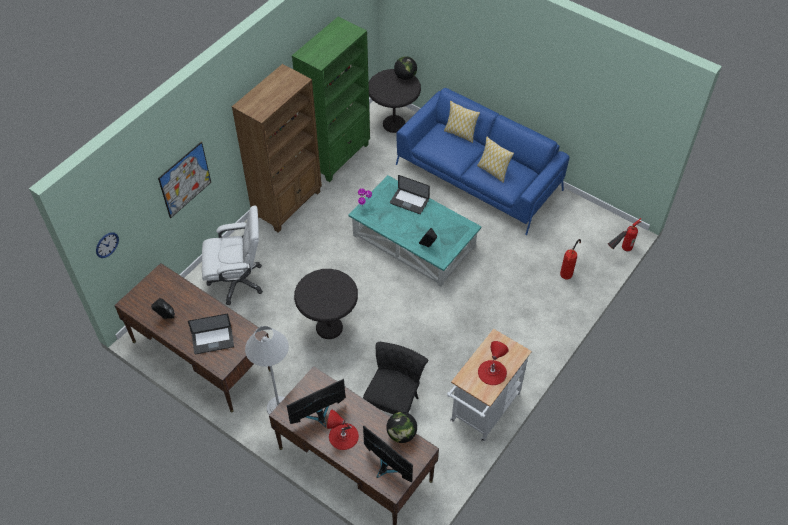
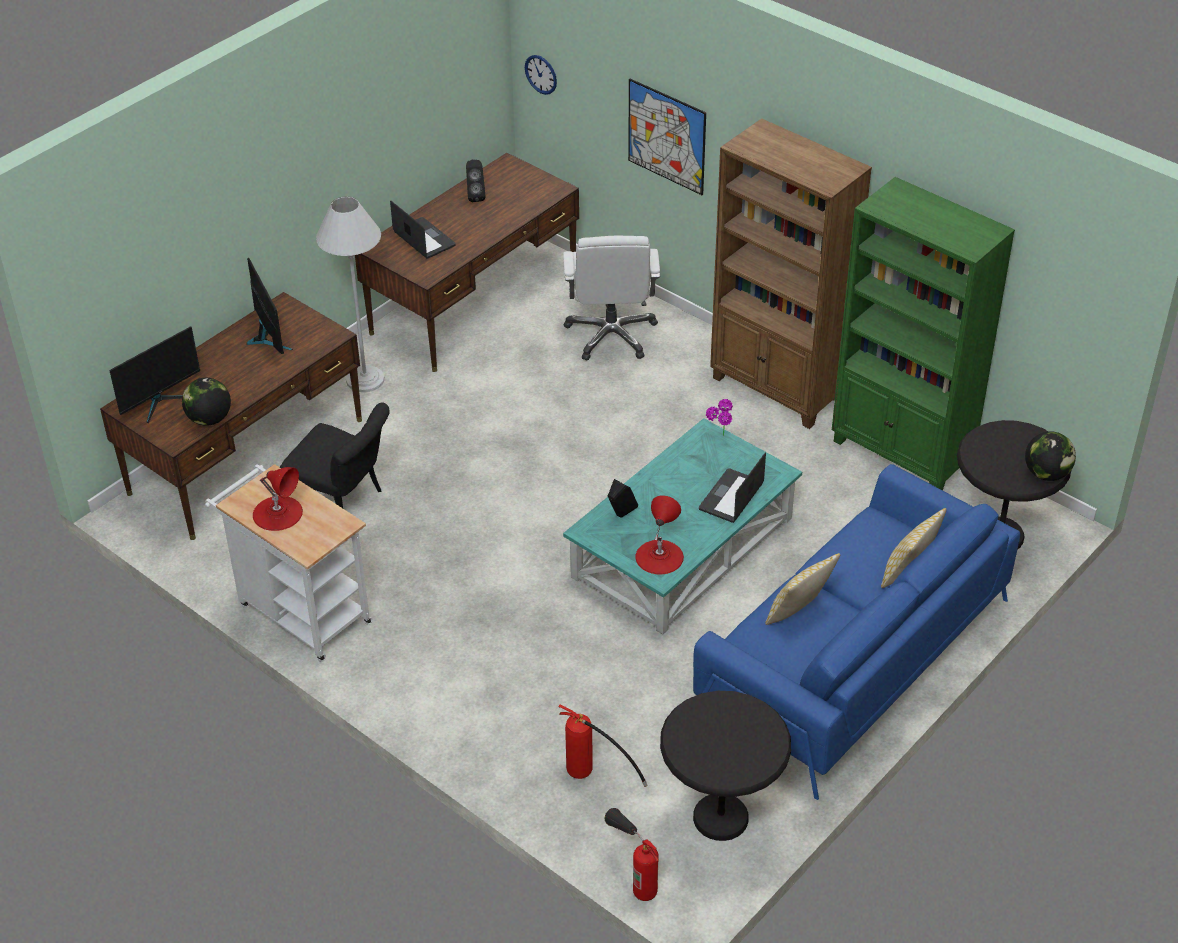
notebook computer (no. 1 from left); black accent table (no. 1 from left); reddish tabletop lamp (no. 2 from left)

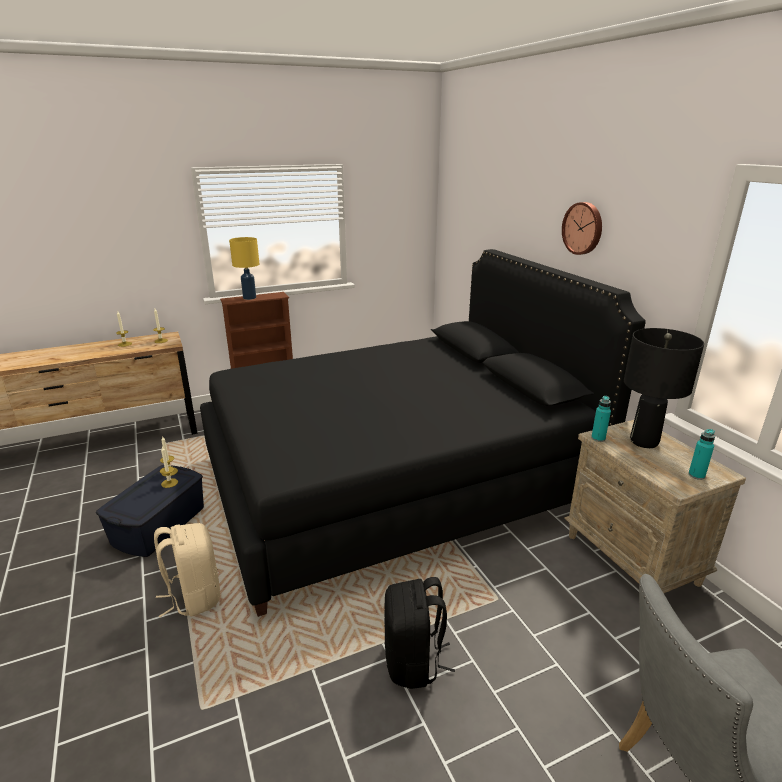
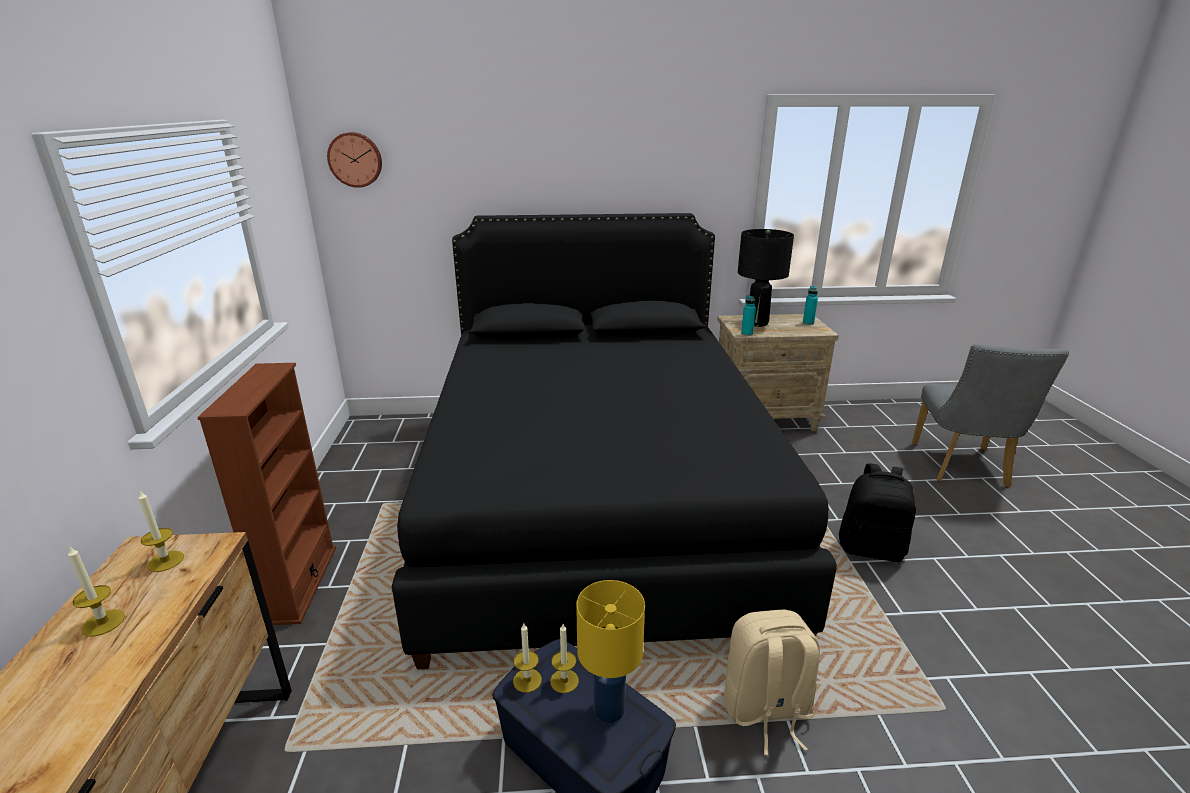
yellowish tabletop lamp; clock on the wall

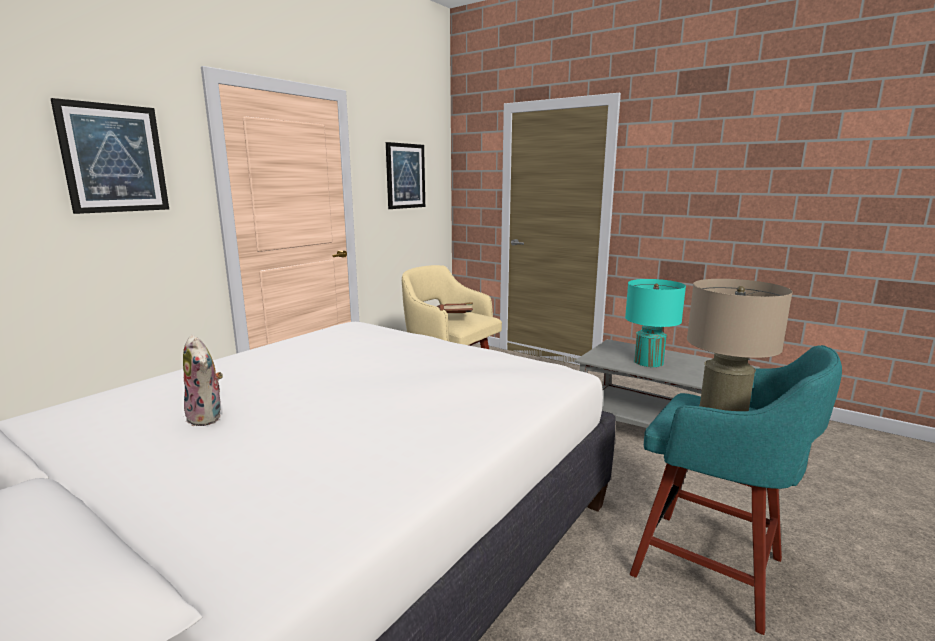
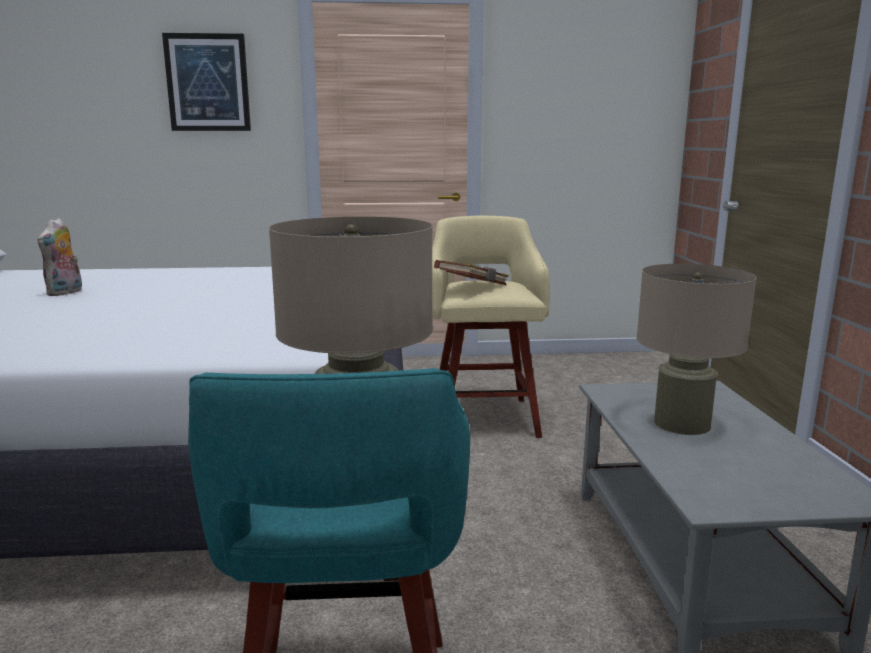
wall art (no. 2 from left in the first image); beige tabletop lamp (no. 2 from left)

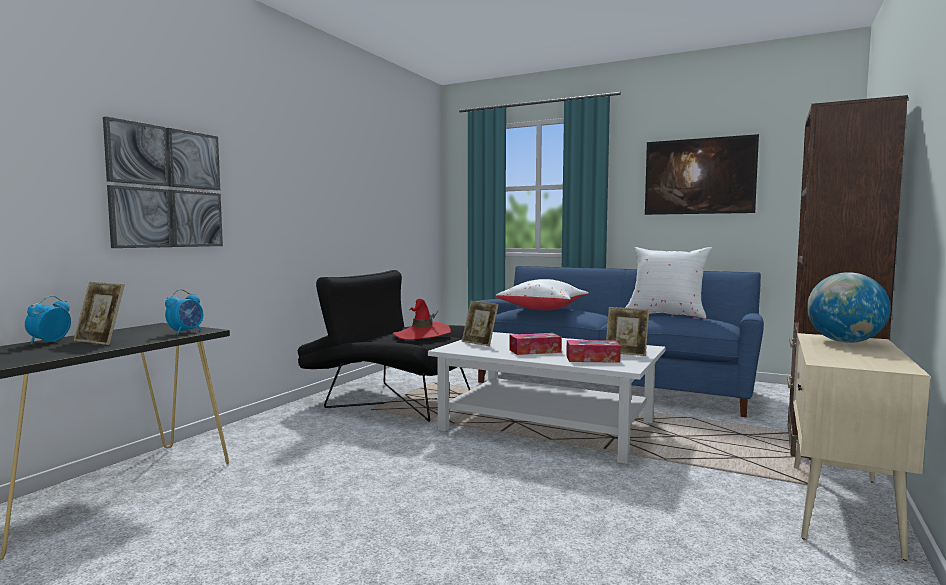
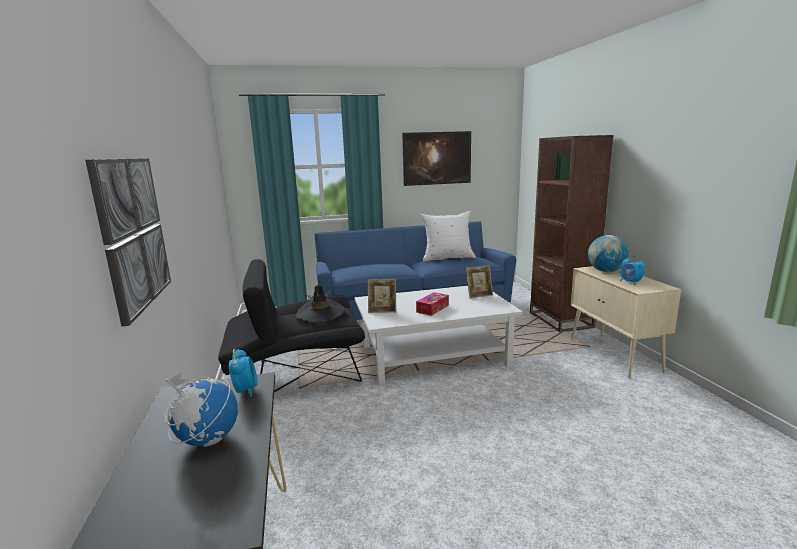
alarm clock (no. 2 from left); world globe (no. 1 from left); black wearable hat; whitish throw pillow (no. 1 from left in the first image); tissue box (no. 2 from left in the first image)

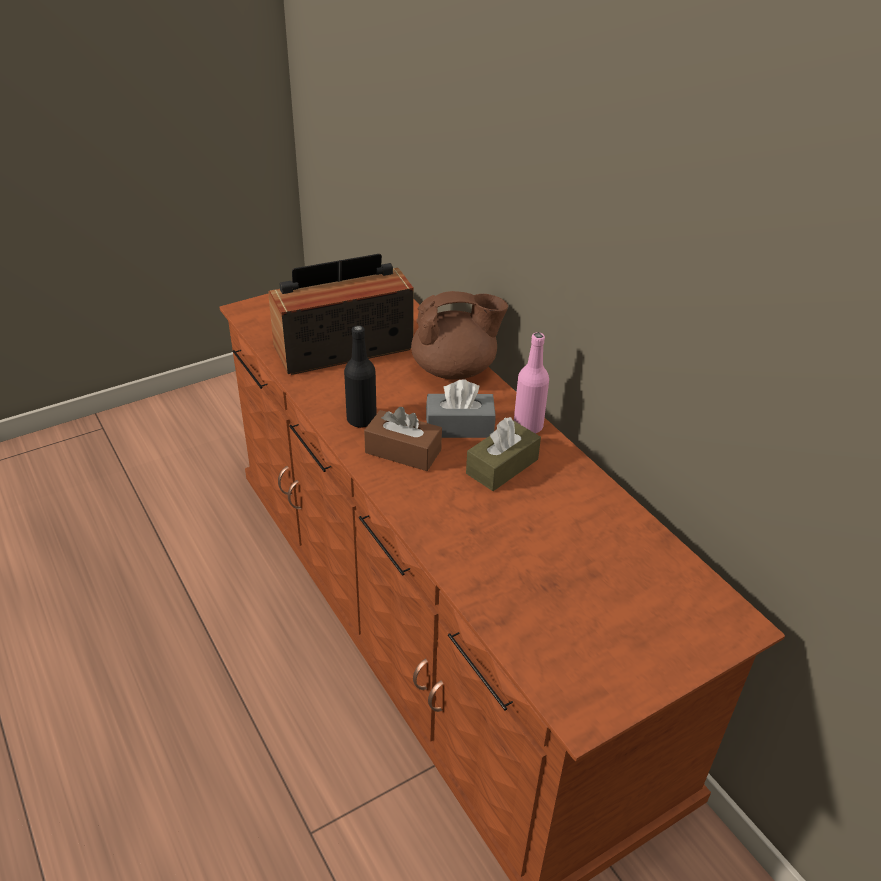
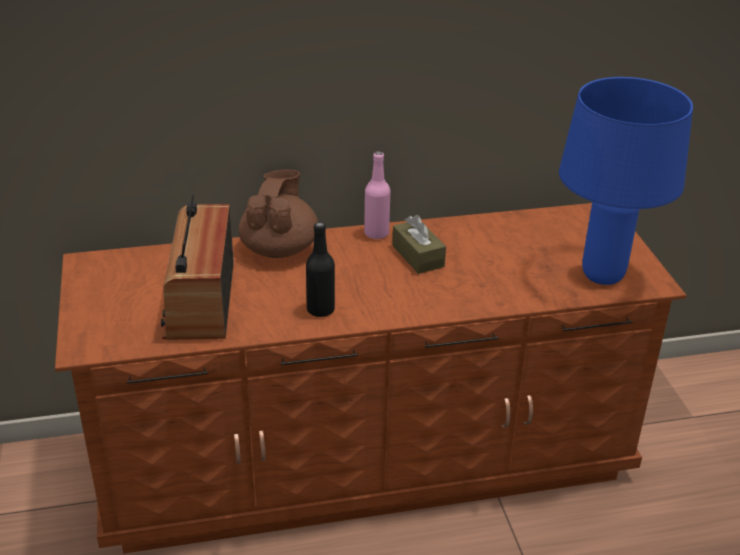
brown tissue box (no. 1 from left in the first image); gray tissue box; blue tabletop lamp

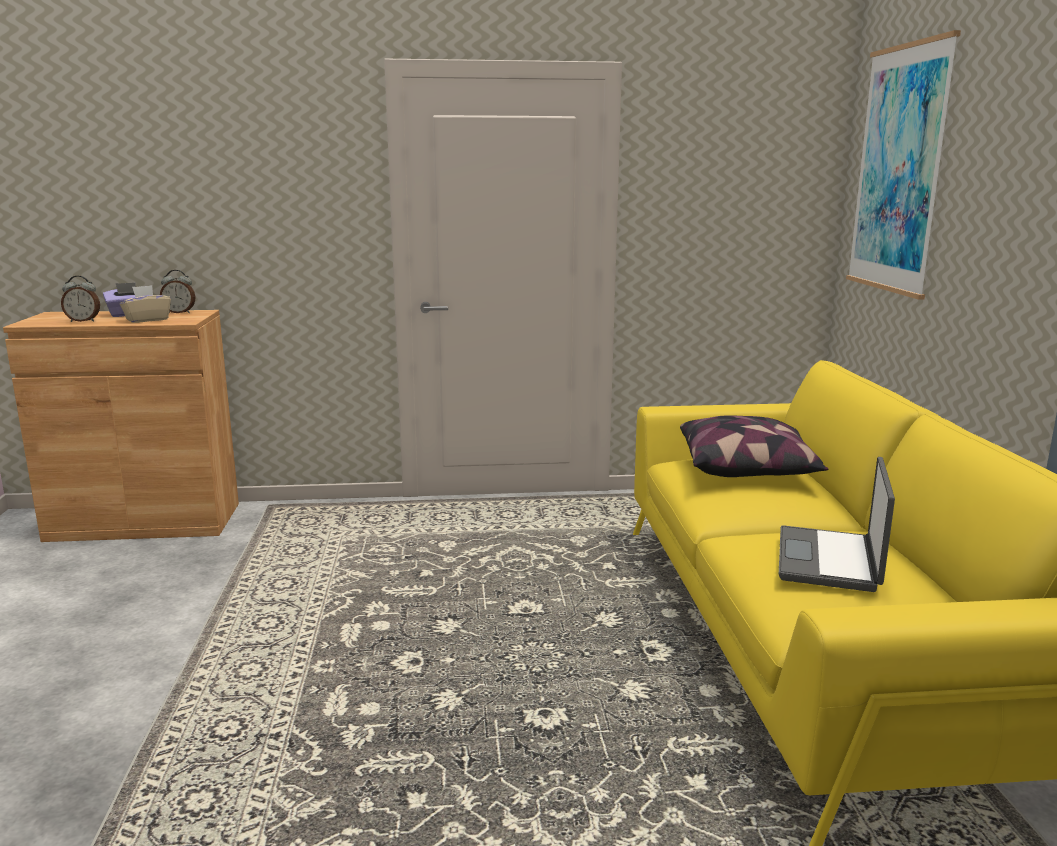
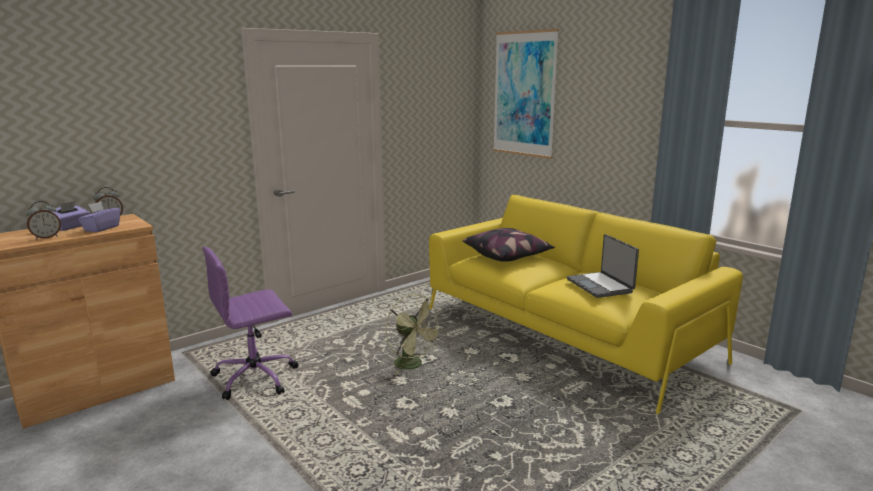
purple tissue box (no. 2 from left); purple computer chair; green fan

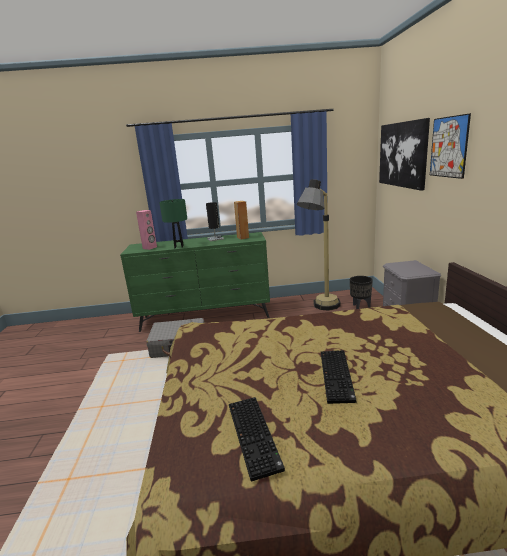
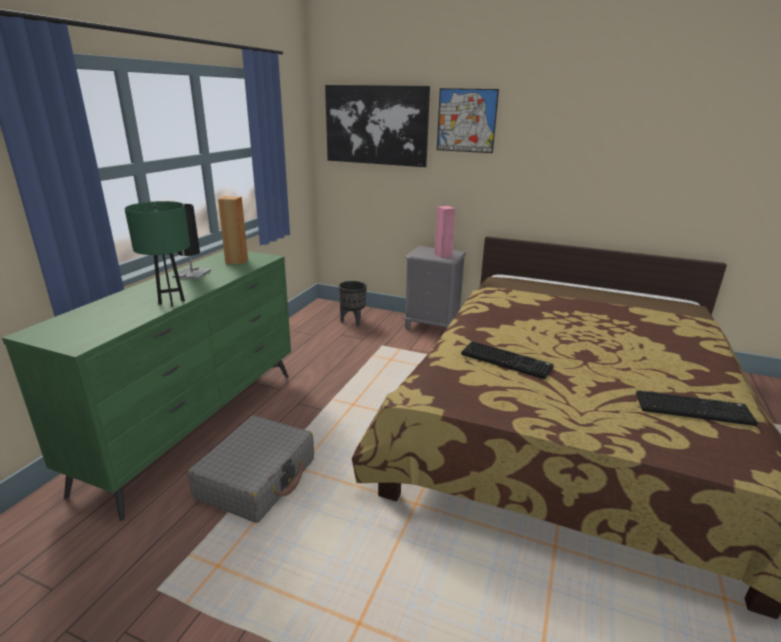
pink audio speaker; standard lamp; keyboard (no. 1 from left)

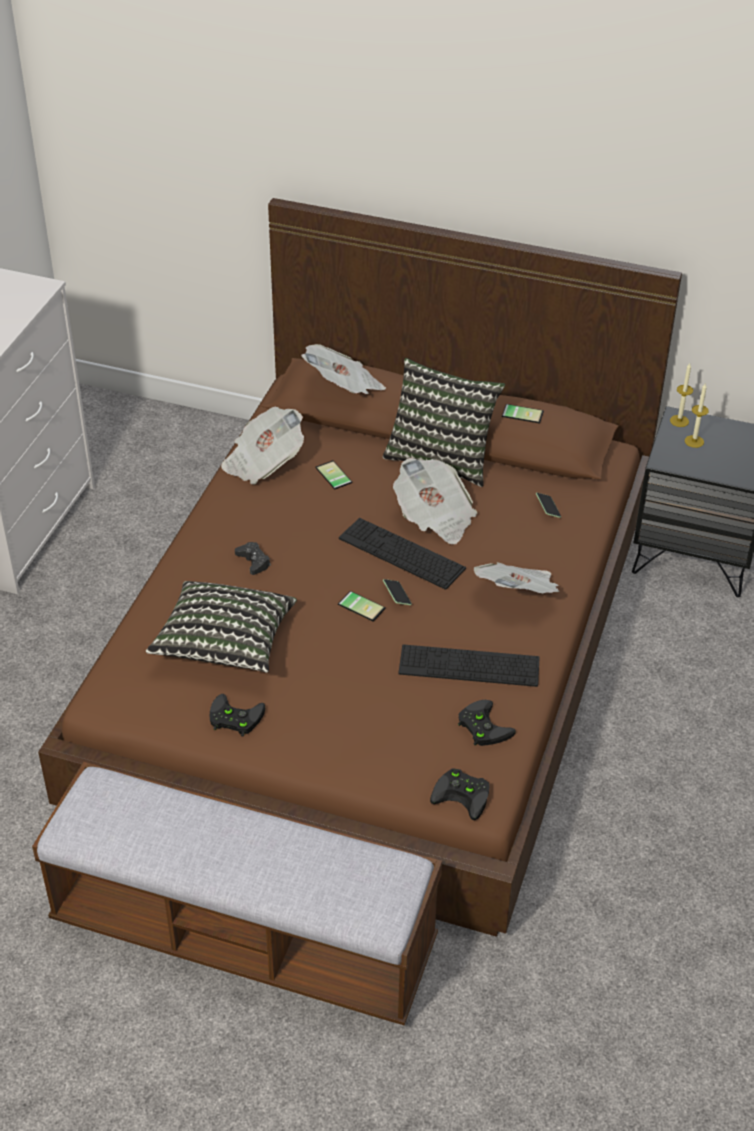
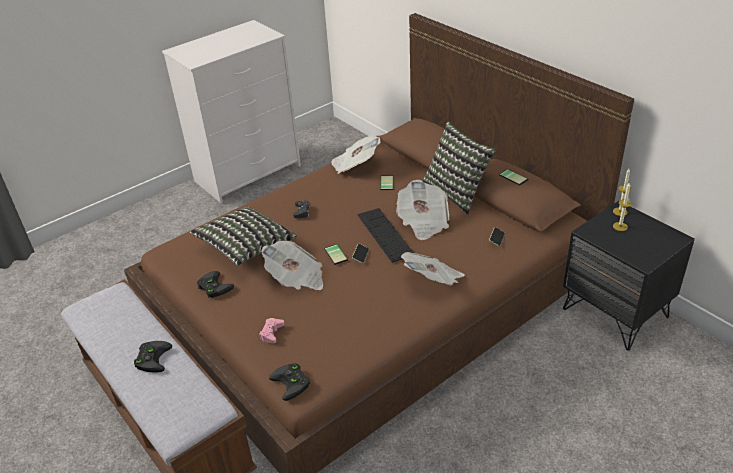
printed paper (no. 1 from left); keyboard (no. 2 from left in the first image); black joypad (no. 1 from left); pink joypad

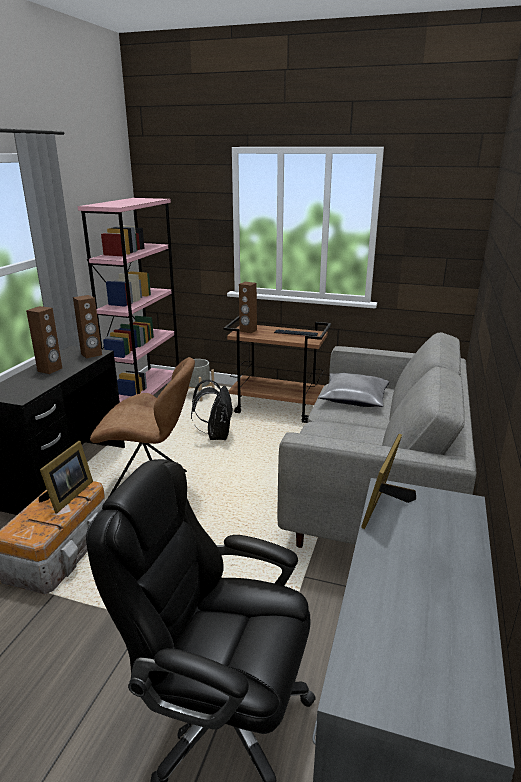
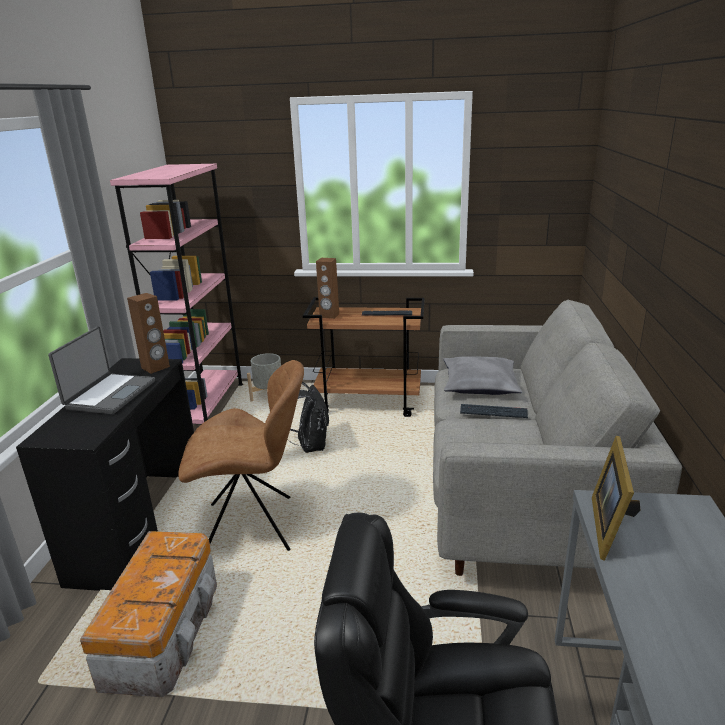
notebook computer; standing frame (no. 1 from left in the first image); keyboard (no. 2 from left)

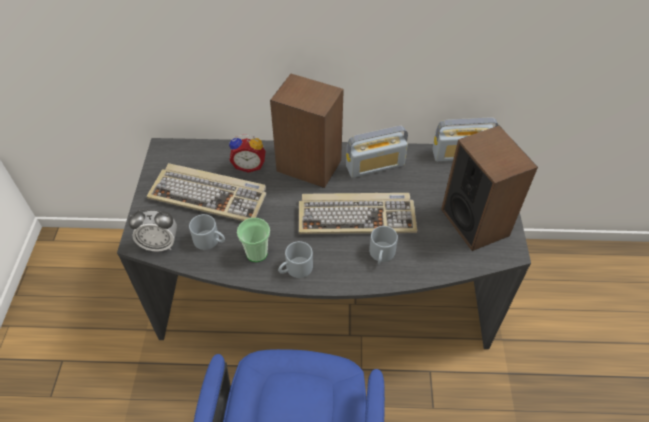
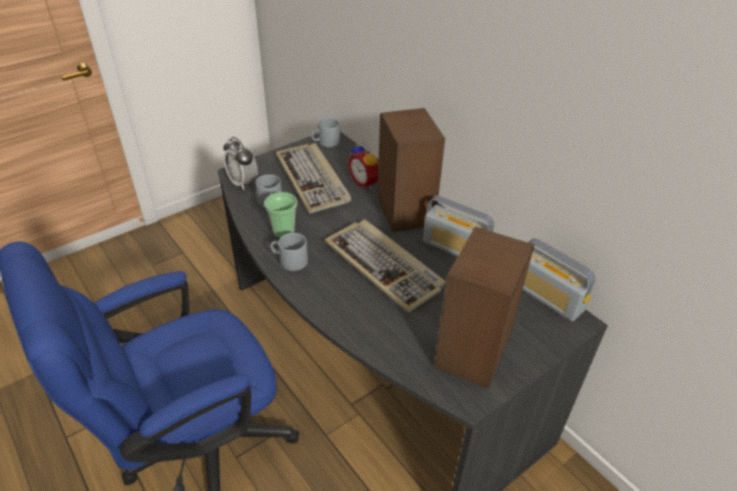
gray tea mug (no. 3 from left)

